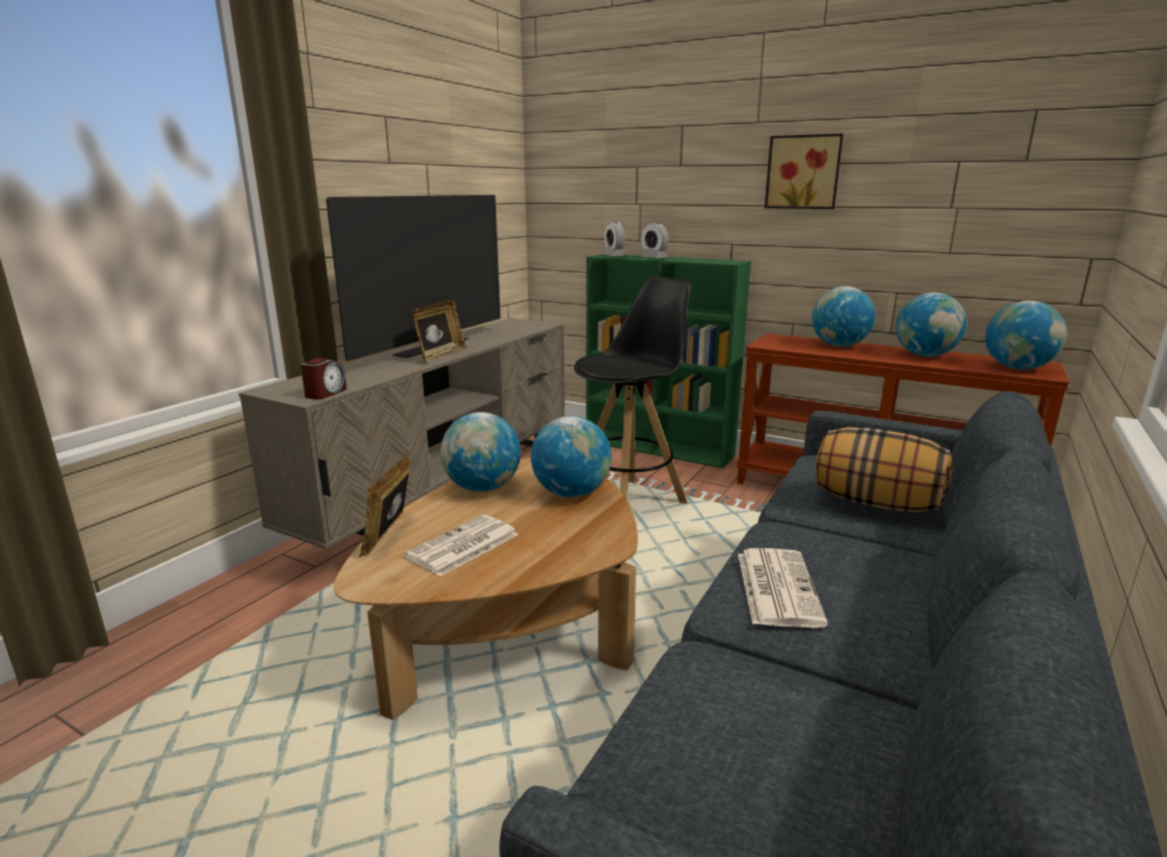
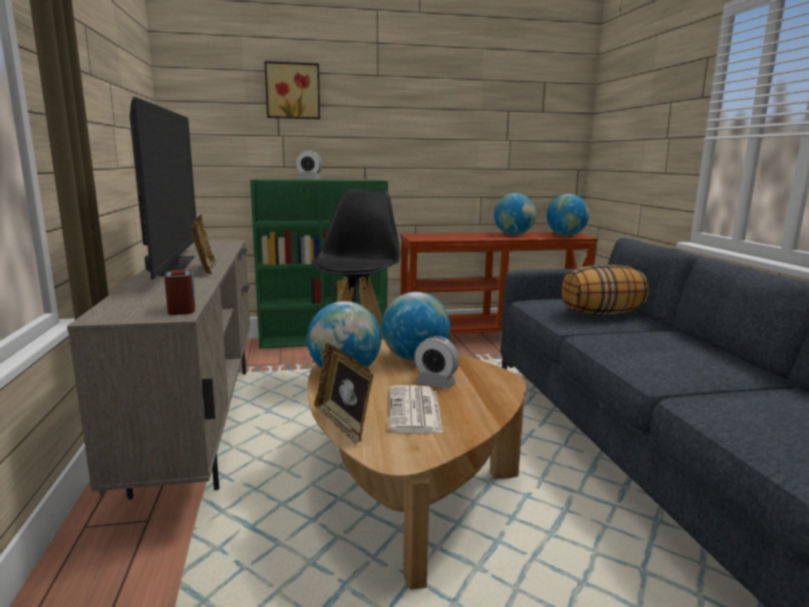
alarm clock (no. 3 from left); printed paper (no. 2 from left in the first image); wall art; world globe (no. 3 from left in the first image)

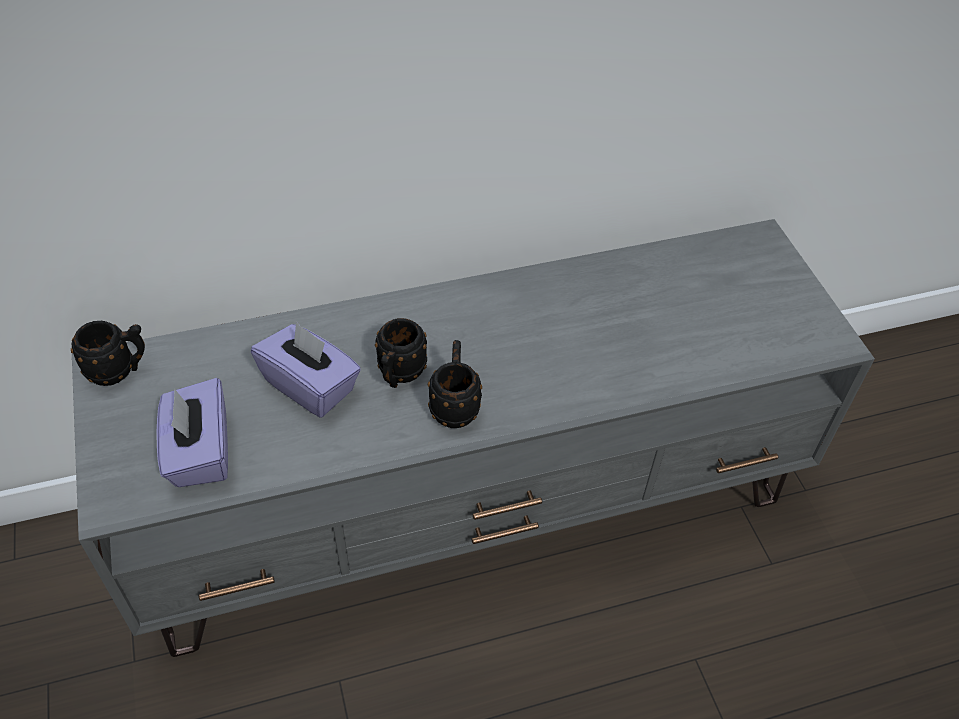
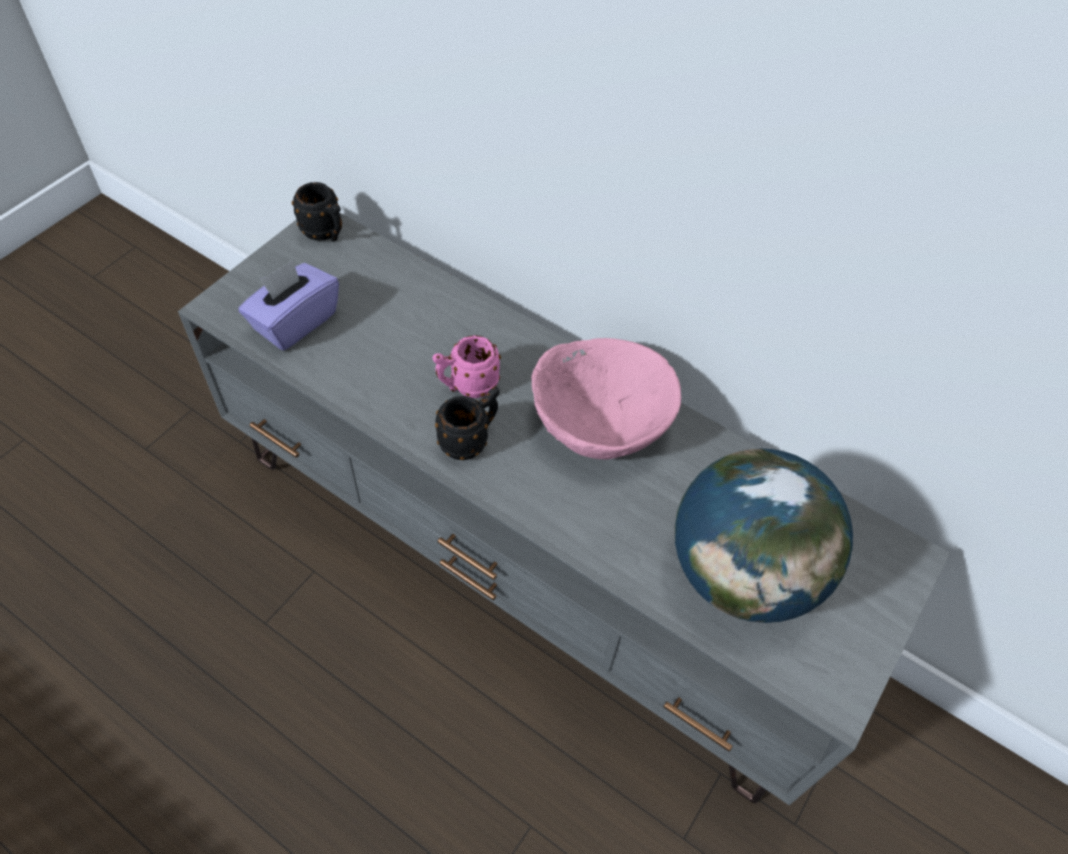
purple tissue box (no. 2 from left in the first image); pink tea mug; pink deep dish; world globe

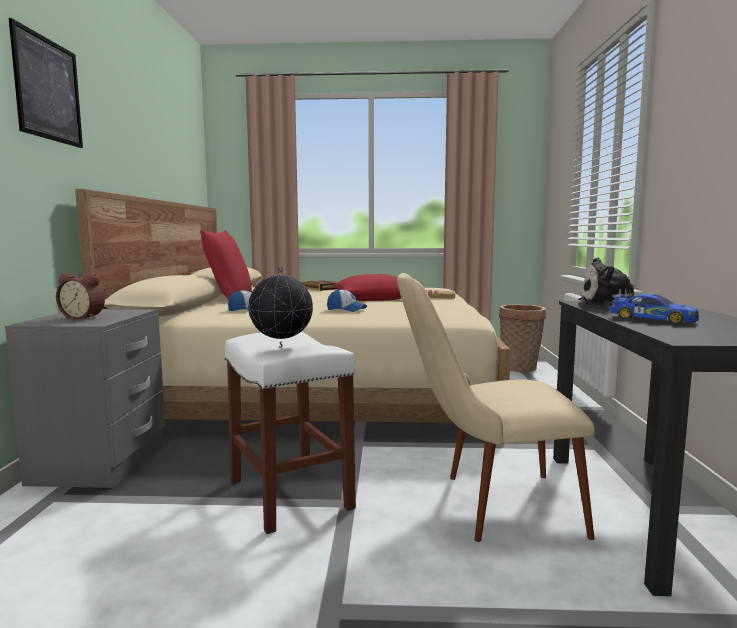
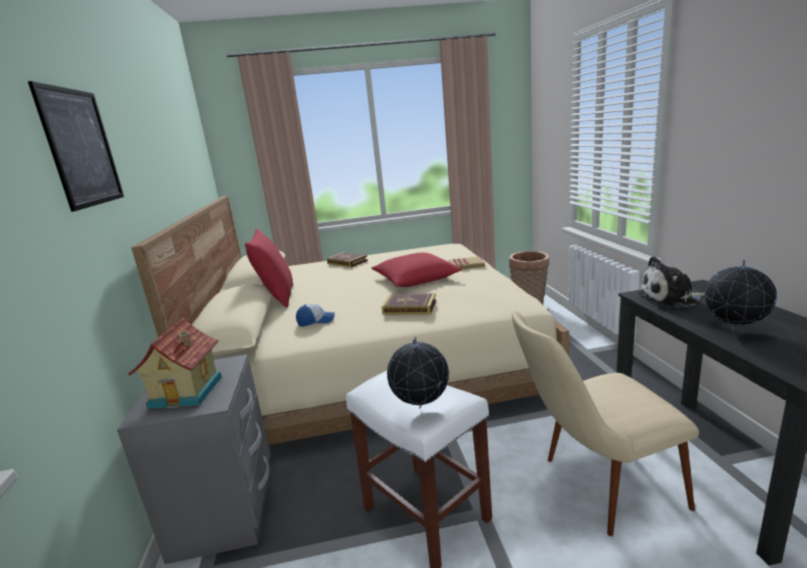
toy house; book (no. 2 from left); world globe (no. 2 from left)

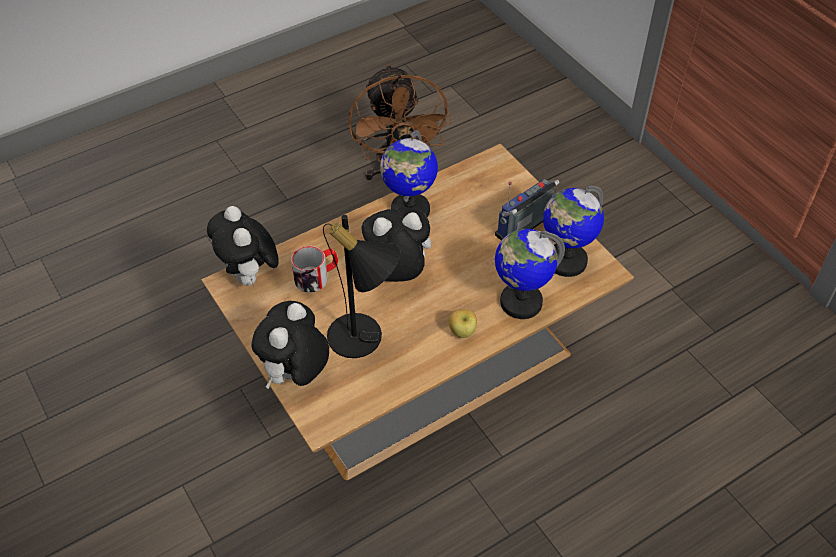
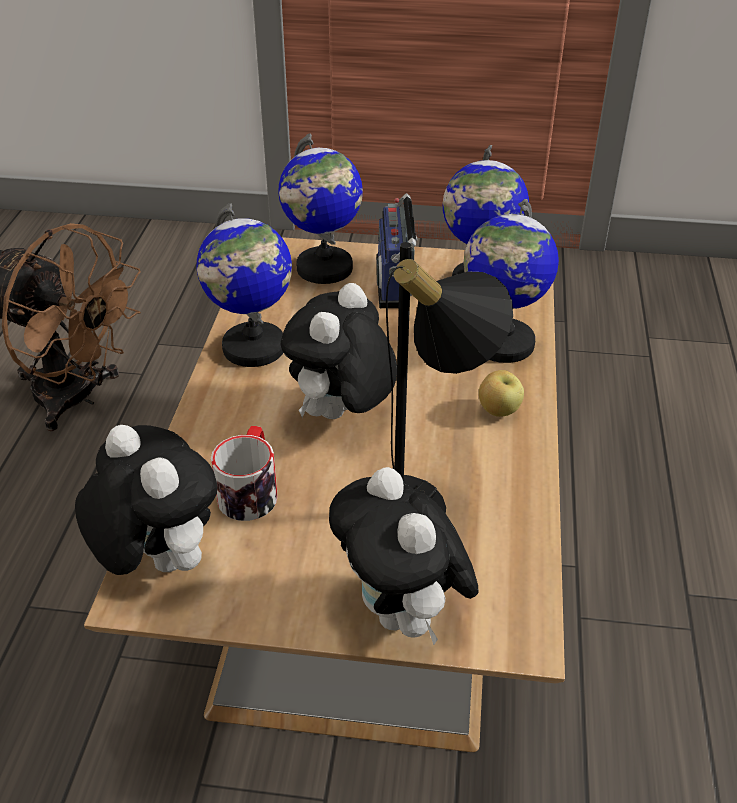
plush toy (no. 1 from left); world globe (no. 2 from left)

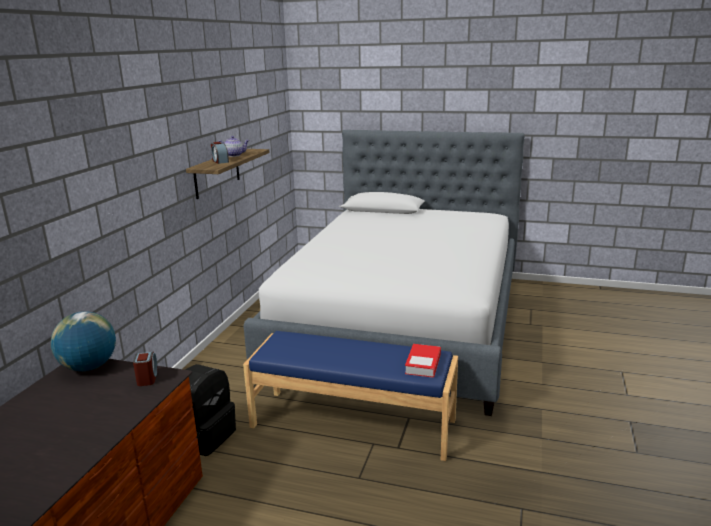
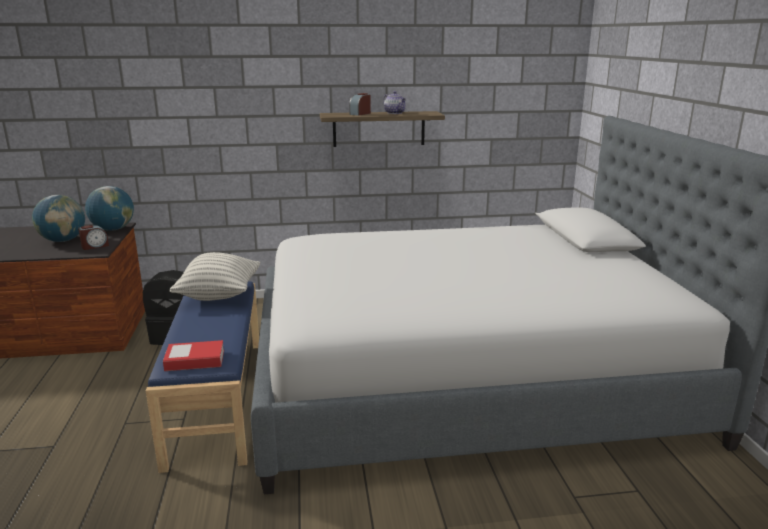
world globe (no. 1 from left); throw pillow

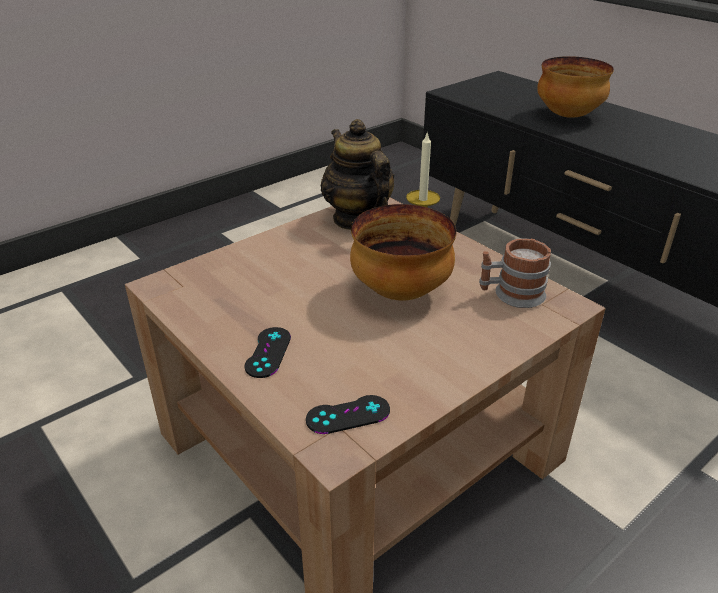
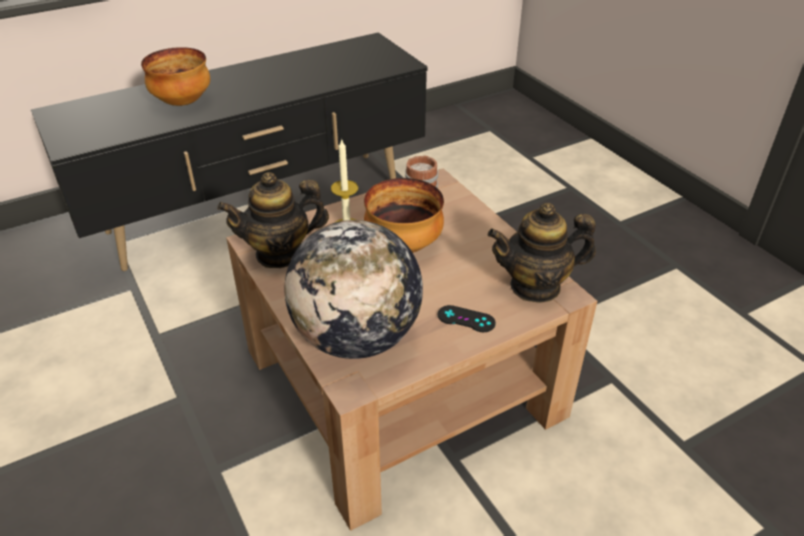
tea pot (no. 2 from left); world globe

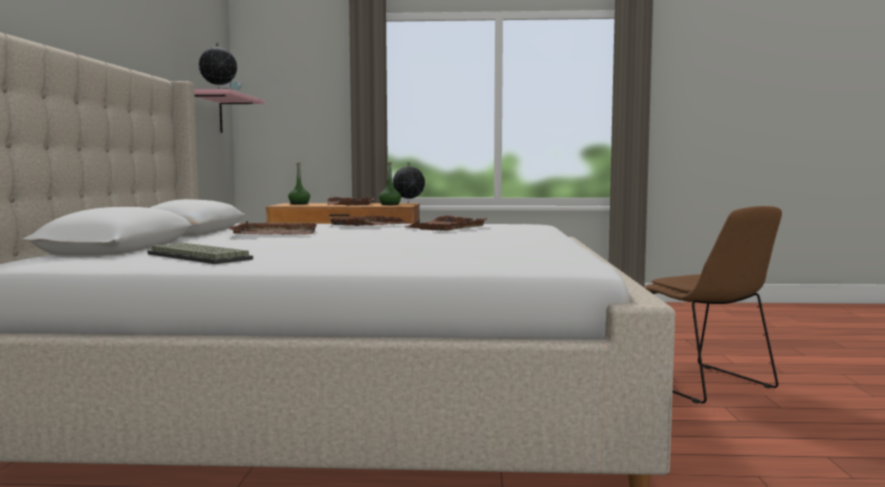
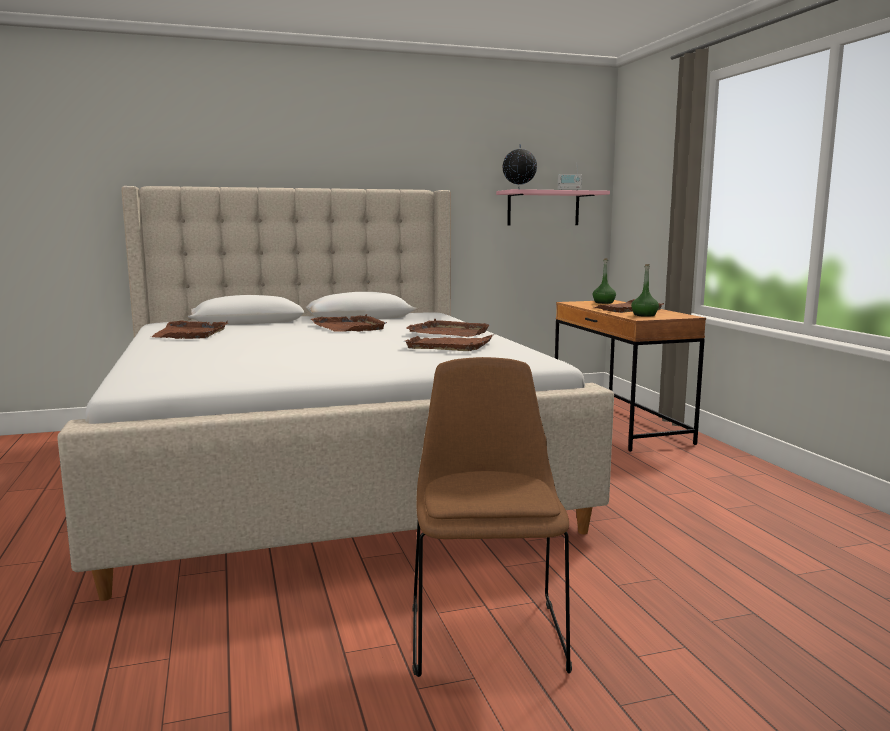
brown carrying tray (no. 1 from left); world globe (no. 2 from left in the first image); brown upright chair

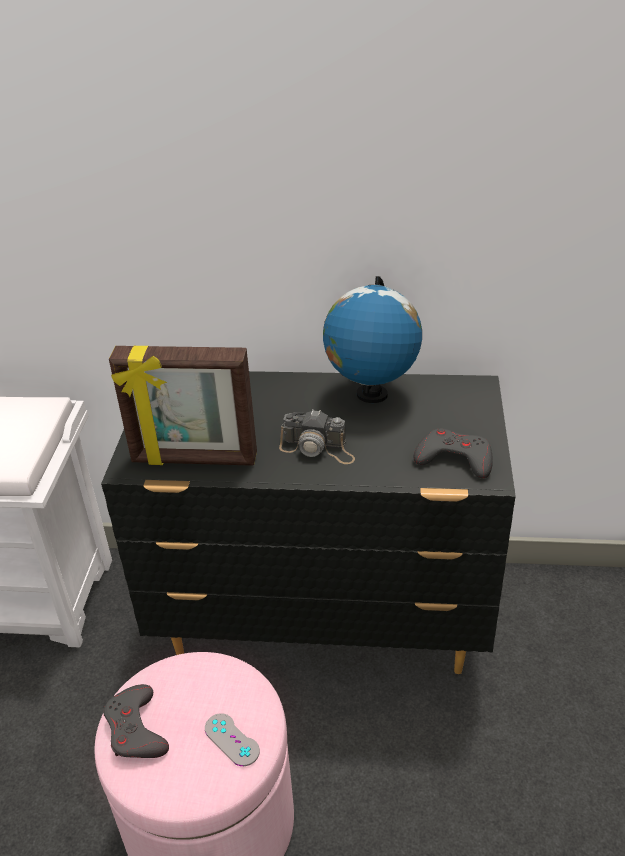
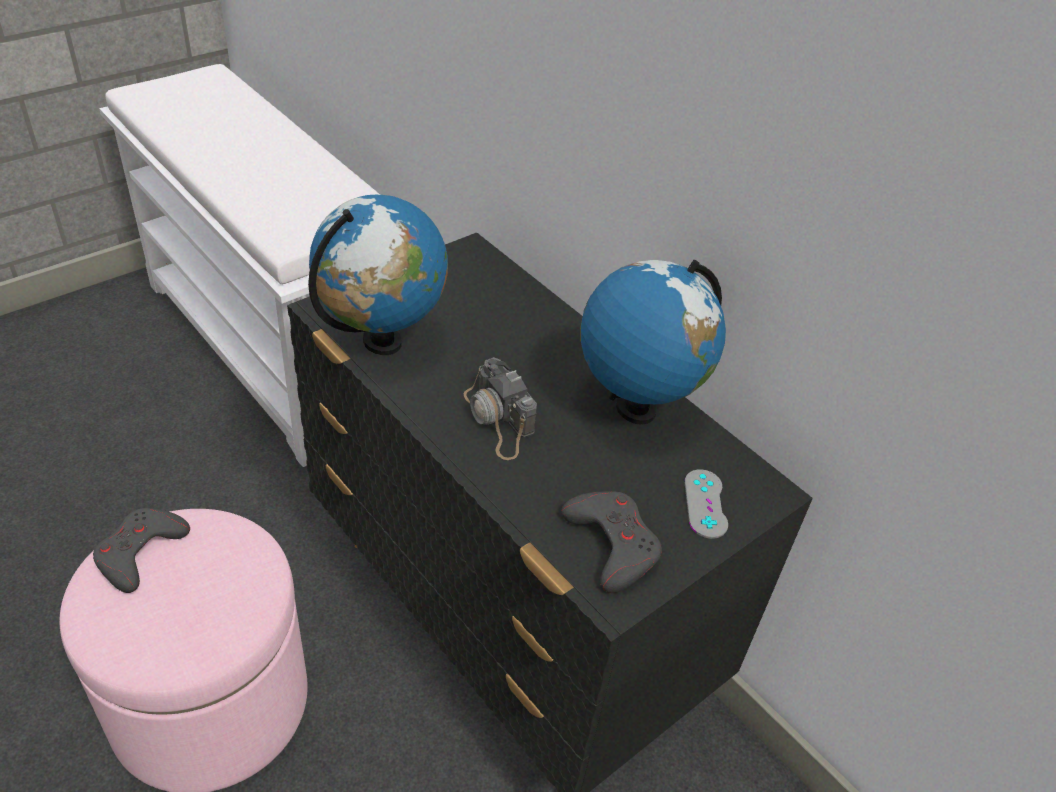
world globe (no. 1 from left); gray joypad (no. 3 from left)

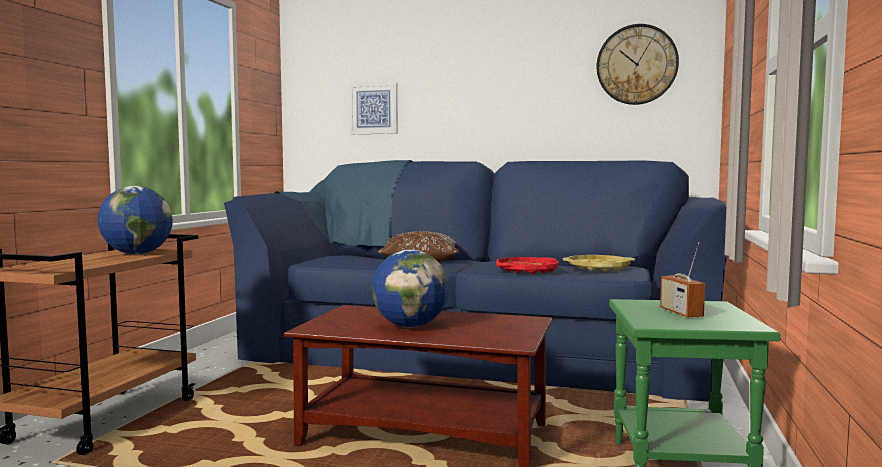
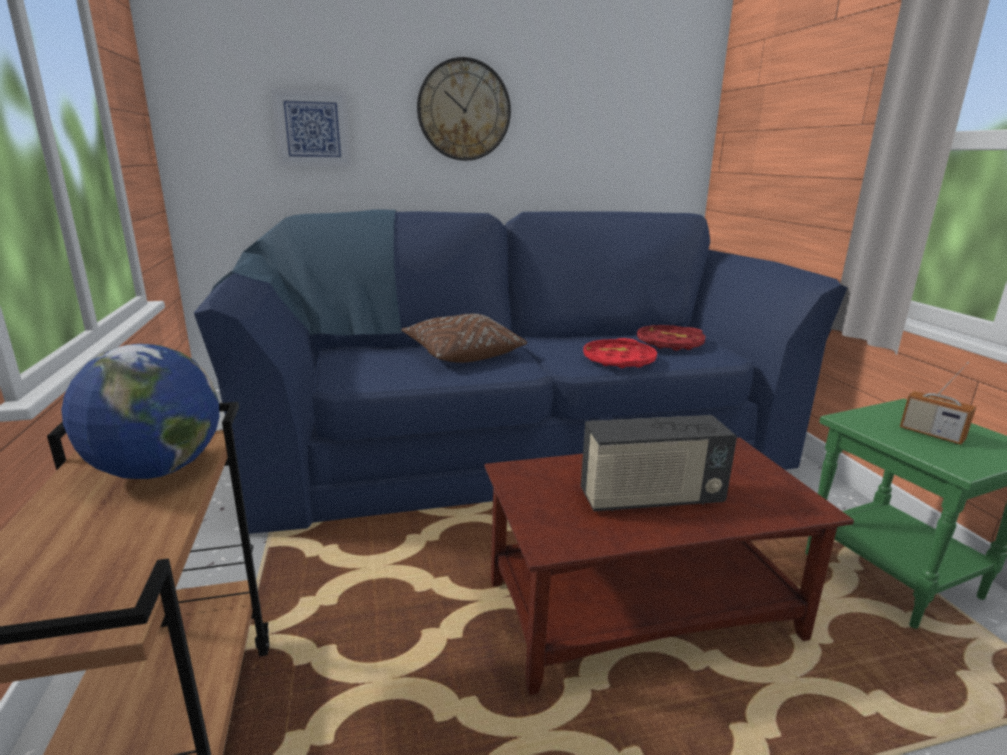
radio (no. 1 from left); reddish carrying tray (no. 2 from left); clock on the wall

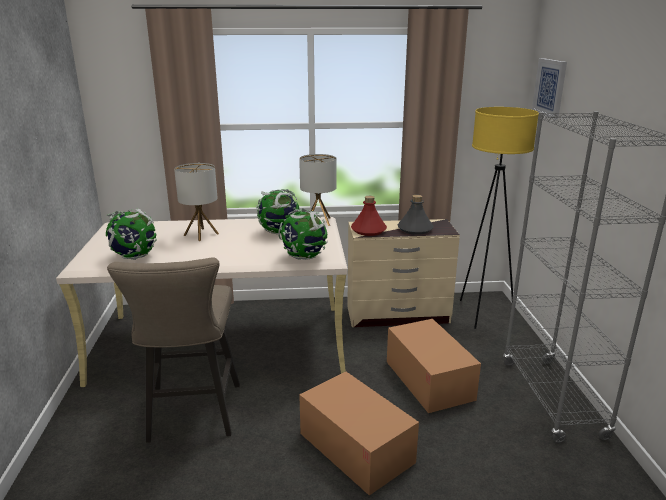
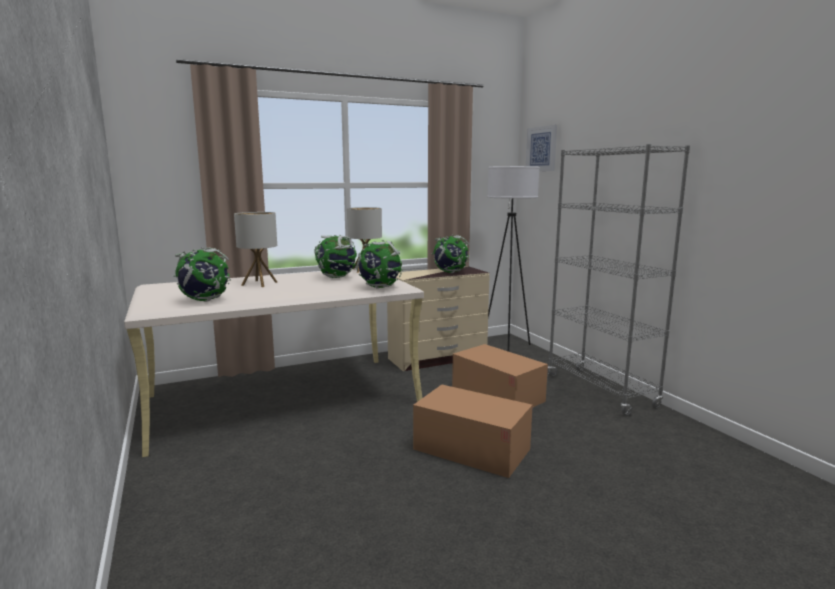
beige stool seat; reddish beverage bottle; world globe (no. 4 from left); whitish standard lamp

